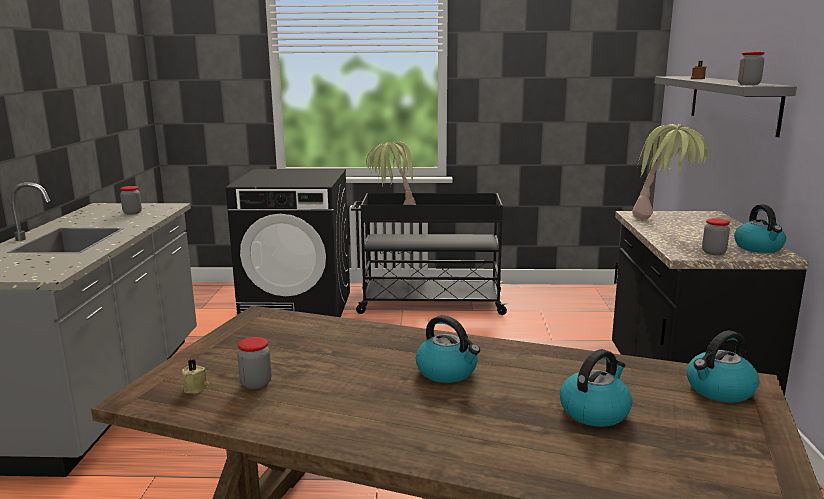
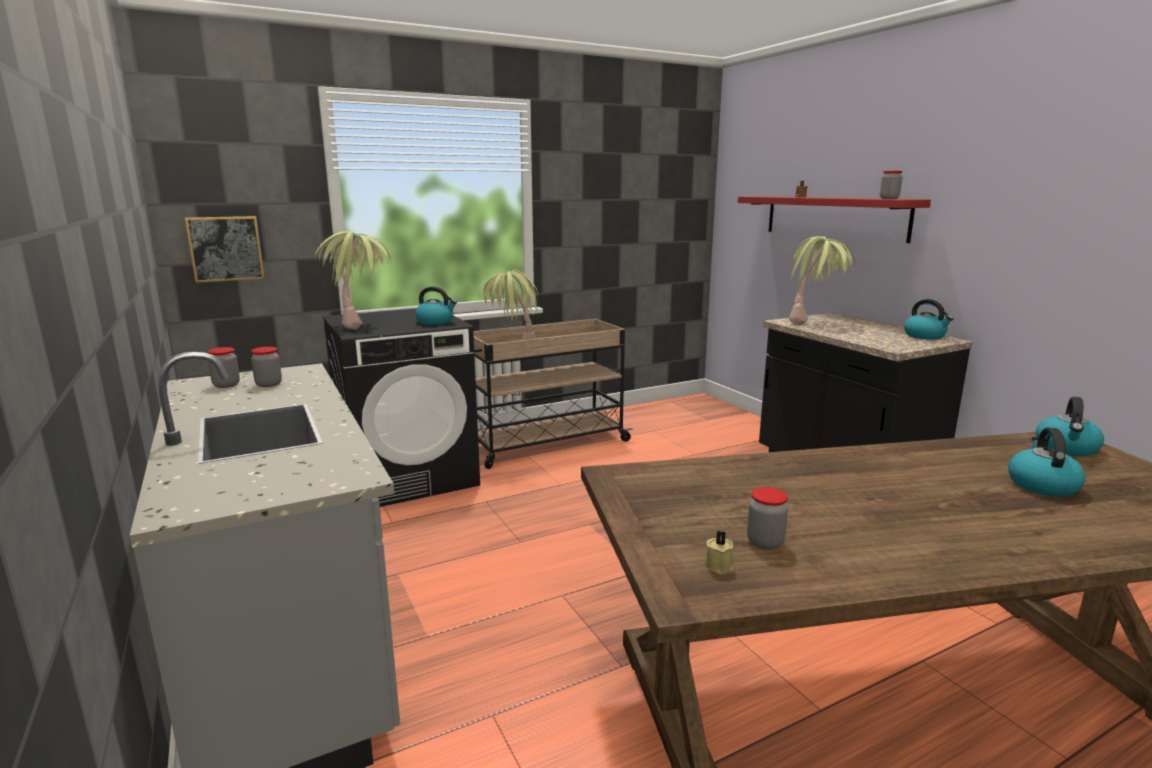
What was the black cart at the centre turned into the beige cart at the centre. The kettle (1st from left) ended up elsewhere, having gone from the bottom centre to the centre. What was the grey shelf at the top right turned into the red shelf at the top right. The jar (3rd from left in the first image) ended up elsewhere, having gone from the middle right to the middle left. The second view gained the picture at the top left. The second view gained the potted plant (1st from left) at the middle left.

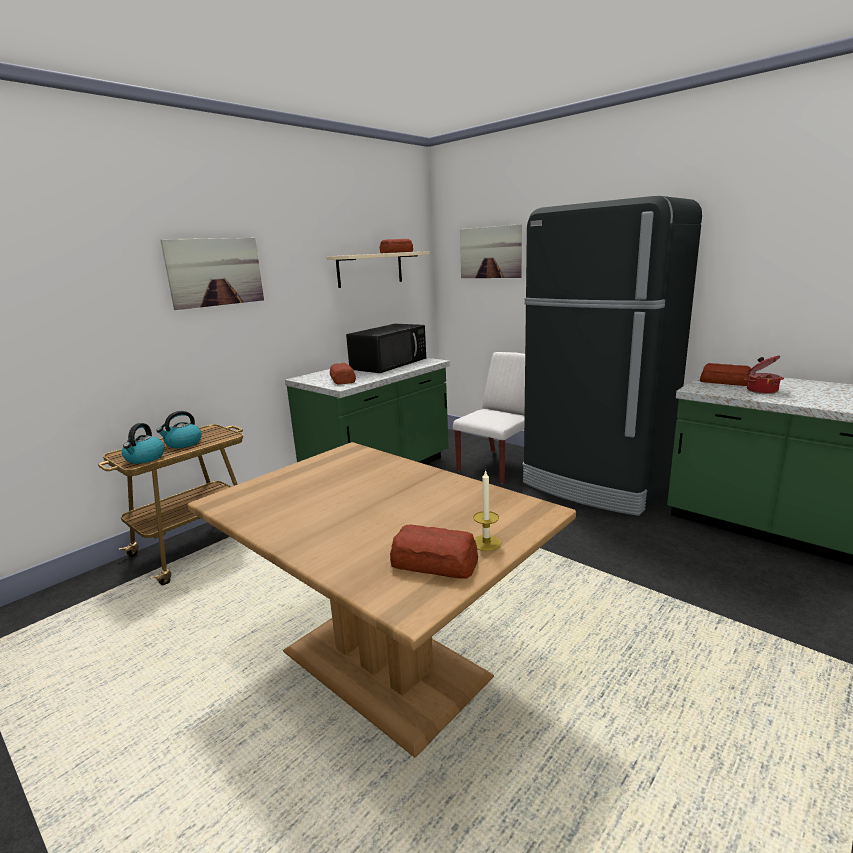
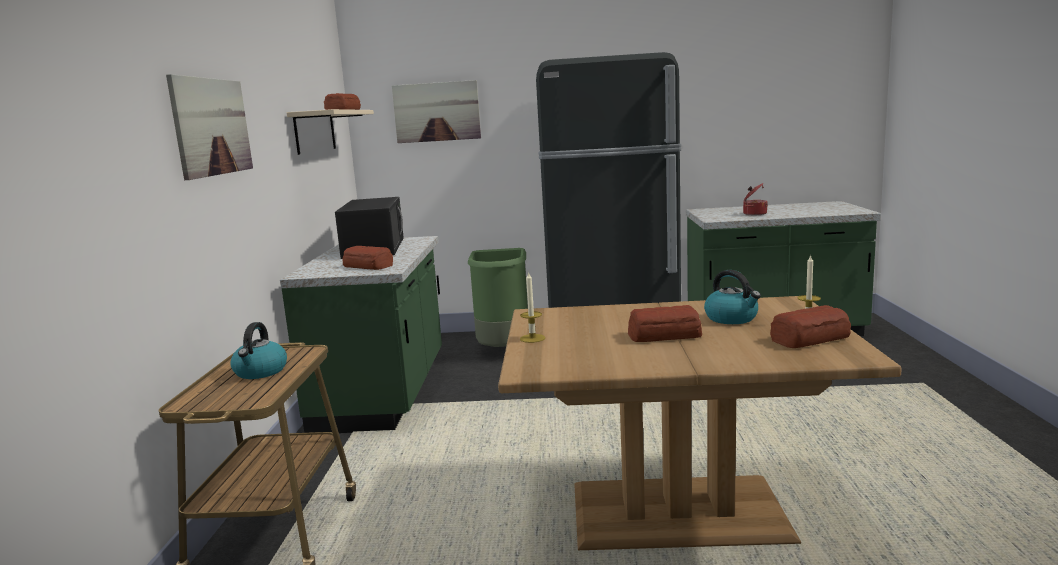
The kettle (1st from left in the first image) ended up elsewhere, having gone from the middle left to the middle right. Where the white chair stood at the centre, the green trash can came to stand at the centre. The bread (4th from left in the first image) ended up elsewhere, having gone from the middle right to the centre. The second view gained the candle (1st from left) at the centre.

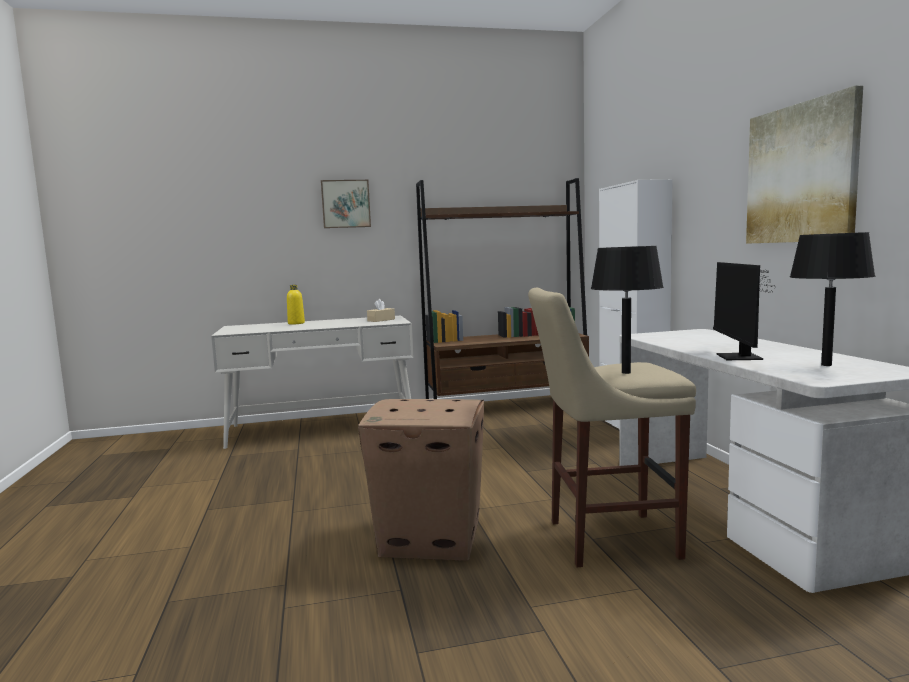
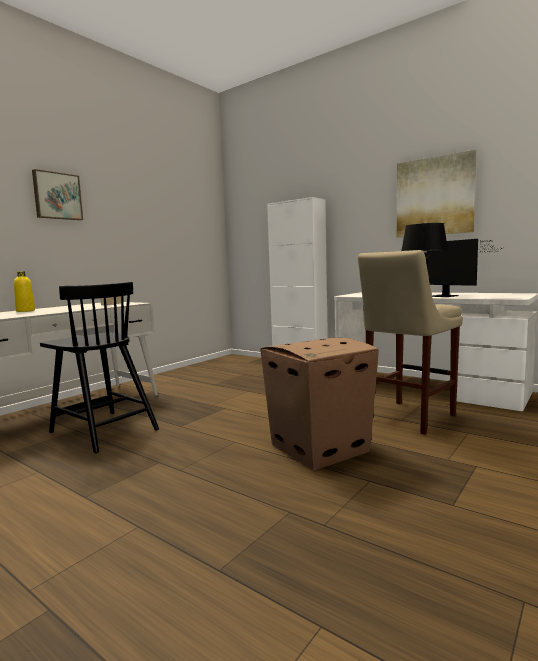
The second view lost the brown bookcase at the centre. The second view lost the black table lamp (2nd from left) at the middle right. The second view gained the black chair at the middle left.

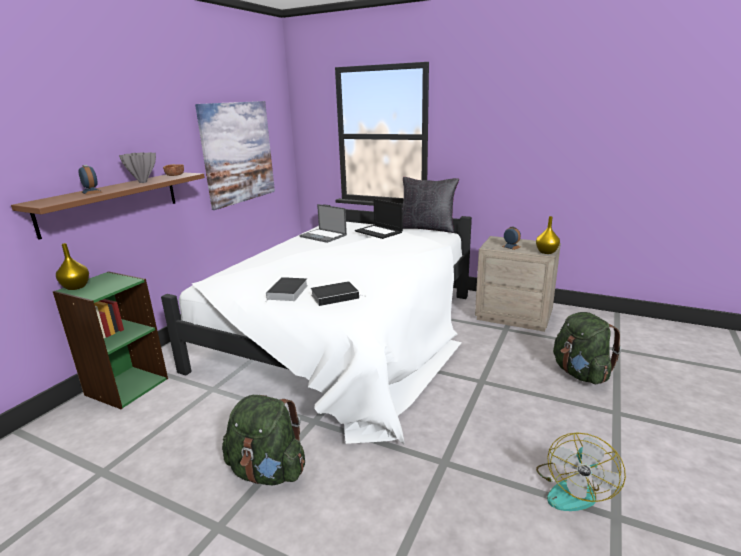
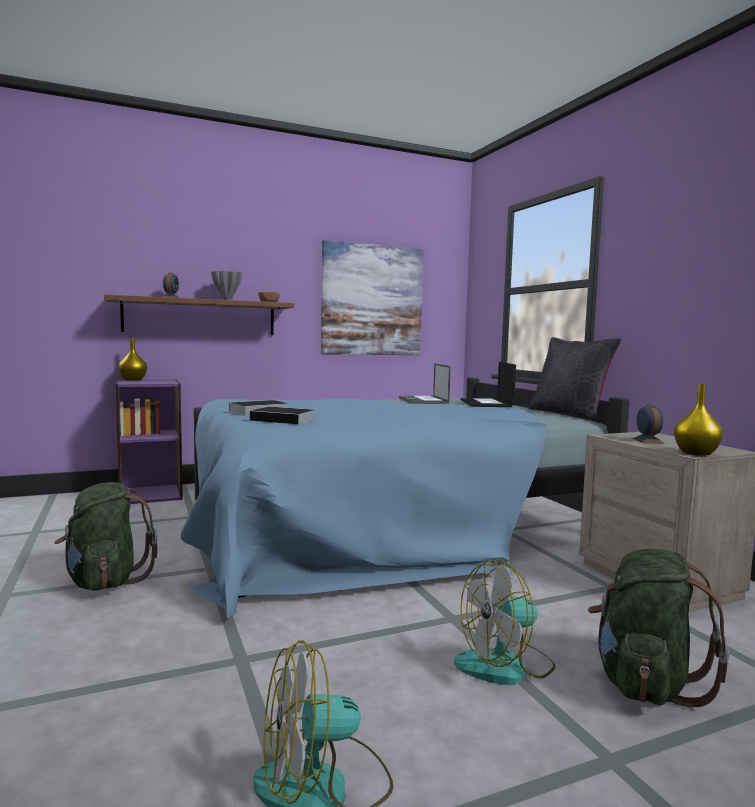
What was the green bookcase at the middle left turned into the purple bookcase at the middle left. What was the white bed at the centre turned into the blue bed at the centre. The second view gained the fan (2nd from left) at the bottom right.

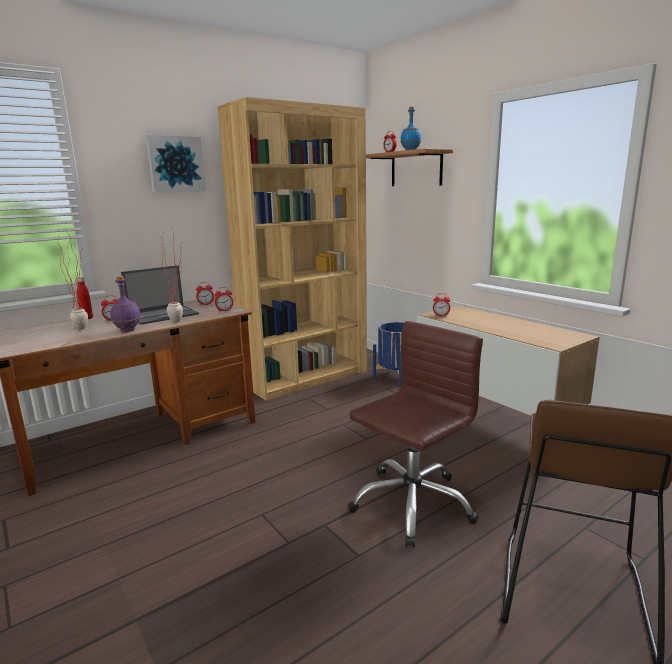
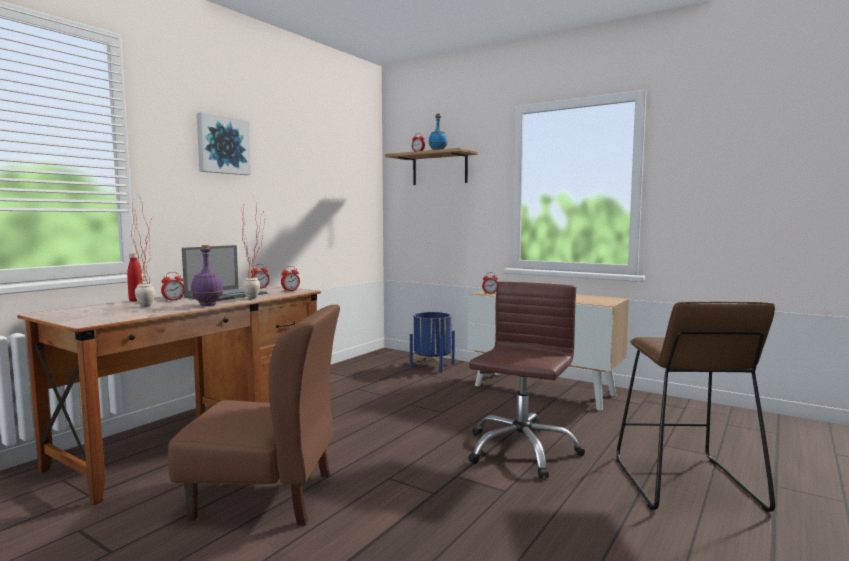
The second view lost the brown bookcase at the centre. The second view gained the brown chair at the bottom left.

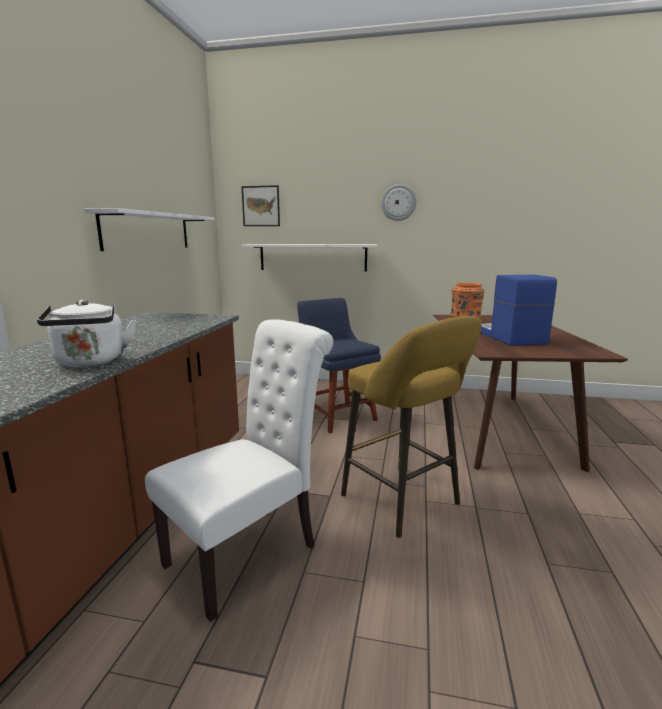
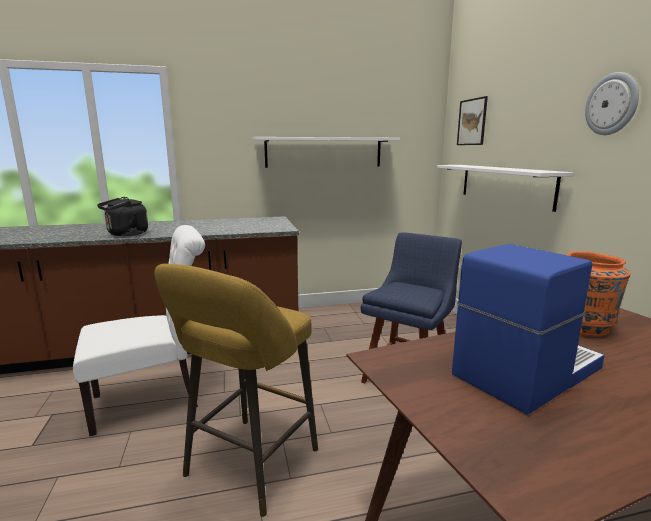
What was the white kettle at the middle left turned into the black kettle at the middle left. The white chair at the centre ended up facing another way, 45 degrees counterclockwise from before.

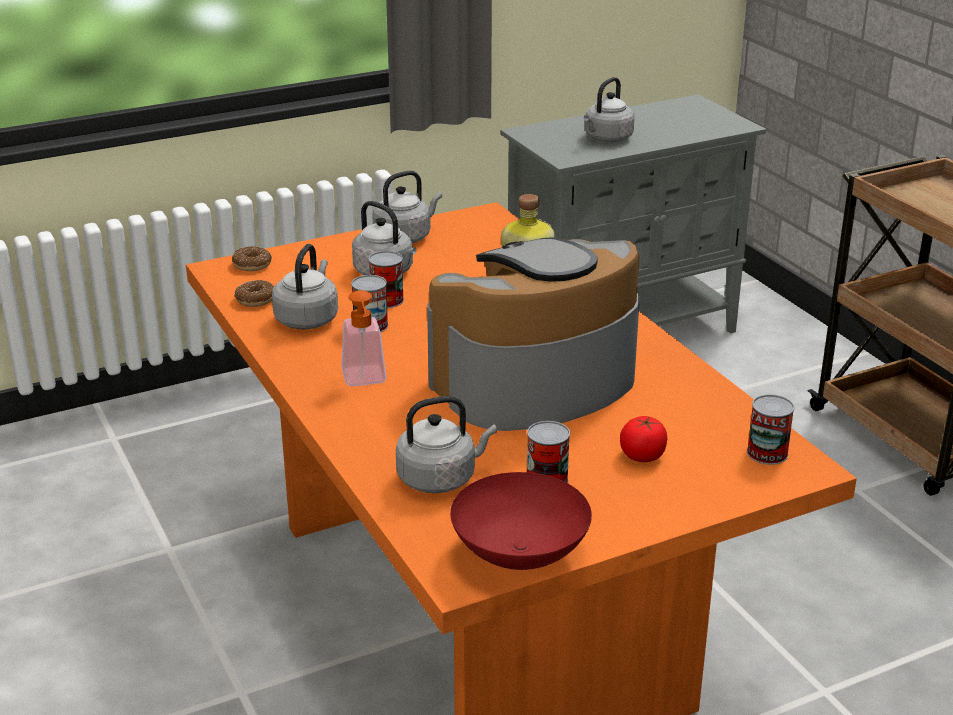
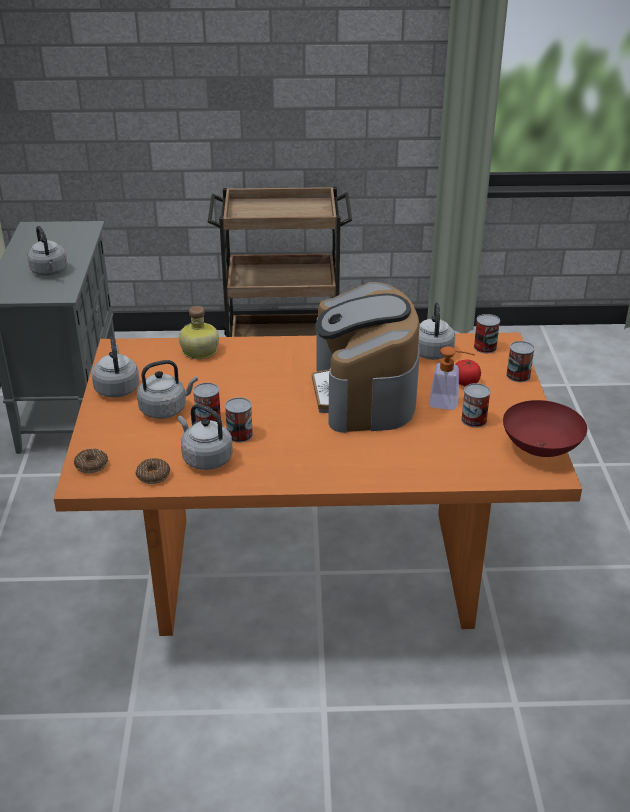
The soap dispenser ended up elsewhere, having gone from the centre to the middle right. The grey kettle (4th from left in the first image) ended up elsewhere, having gone from the centre to the middle right. The second view gained the can (5th from left) at the middle right.

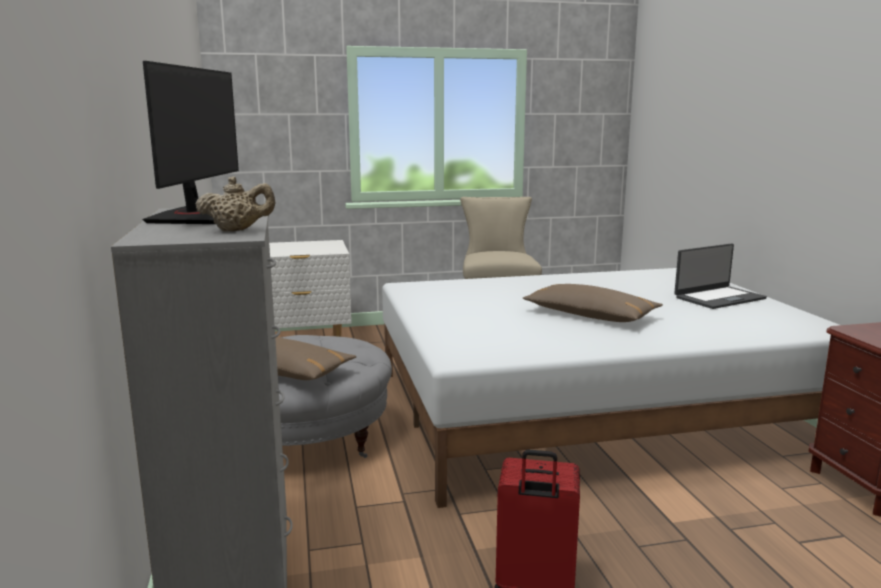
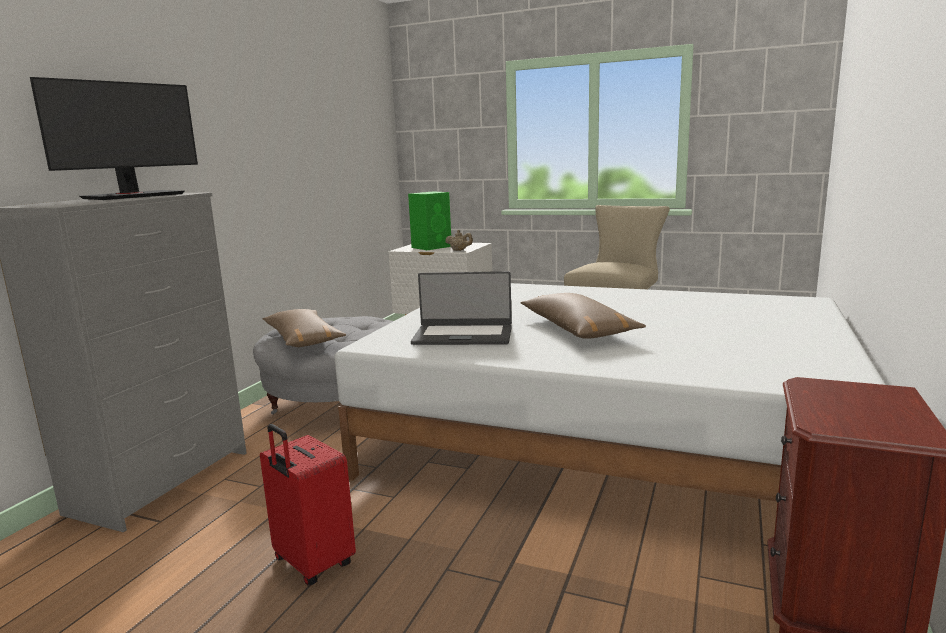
The beige teapot ended up elsewhere, having gone from the middle left to the centre. The laptop ended up elsewhere, having gone from the middle right to the centre. The second view gained the green speaker at the centre.

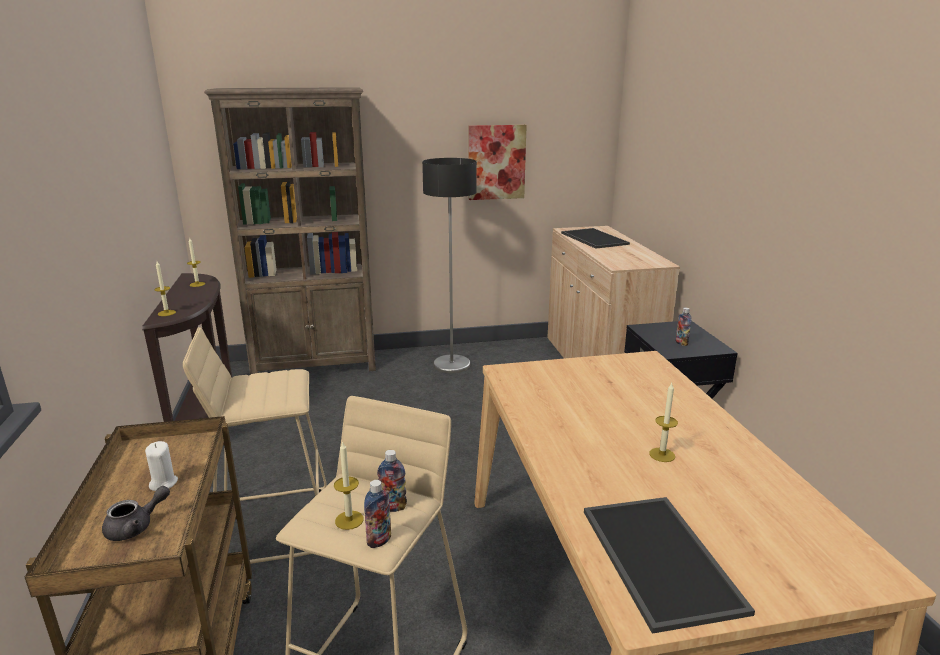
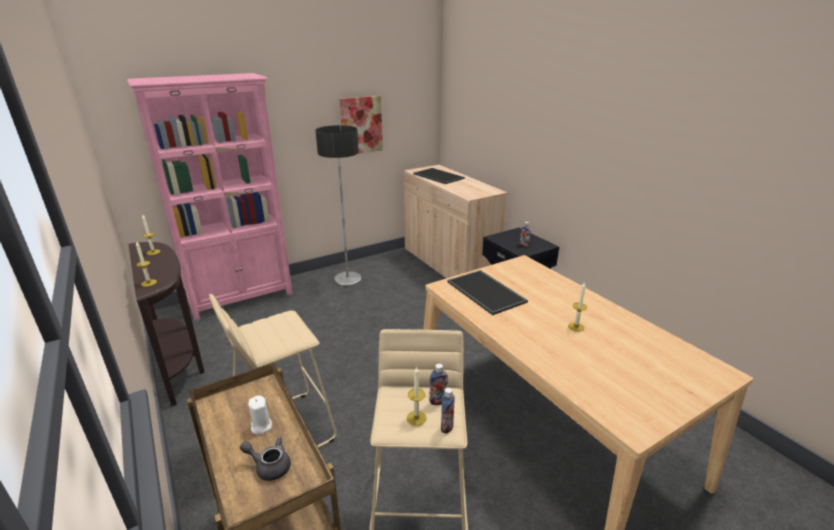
The grey teapot at the bottom left ended up facing another way, 105 degrees counterclockwise from before. What was the brown bookcase at the middle left turned into the pink bookcase at the middle left. The tray (2nd from left) ended up elsewhere, having gone from the bottom right to the centre.

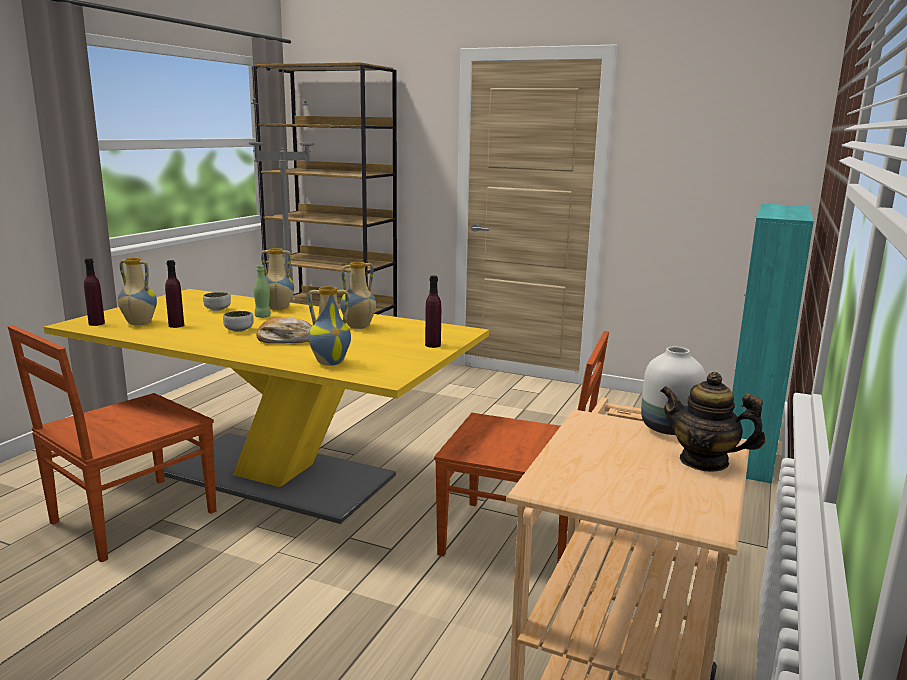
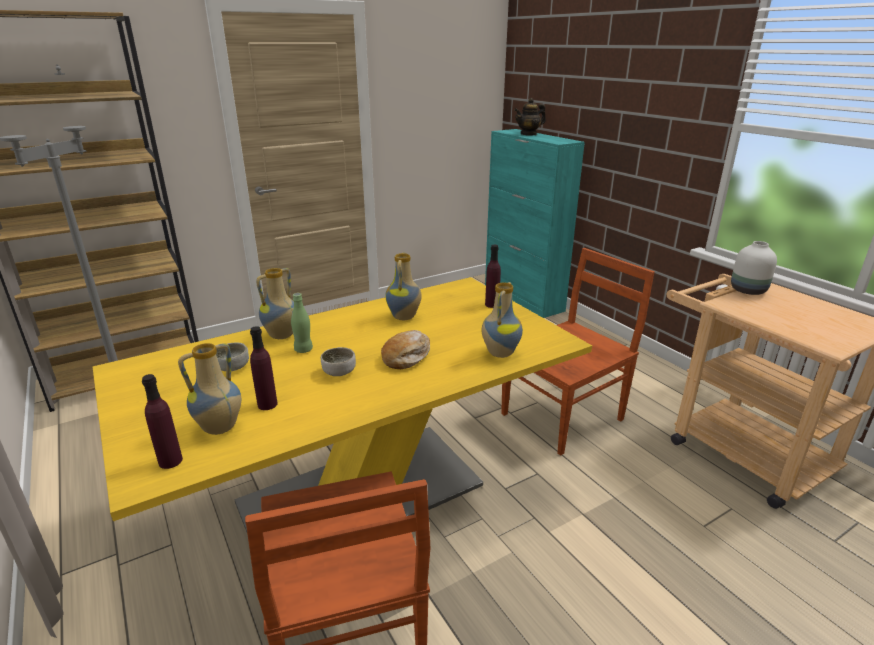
The teapot ended up elsewhere, having gone from the middle right to the top centre.

